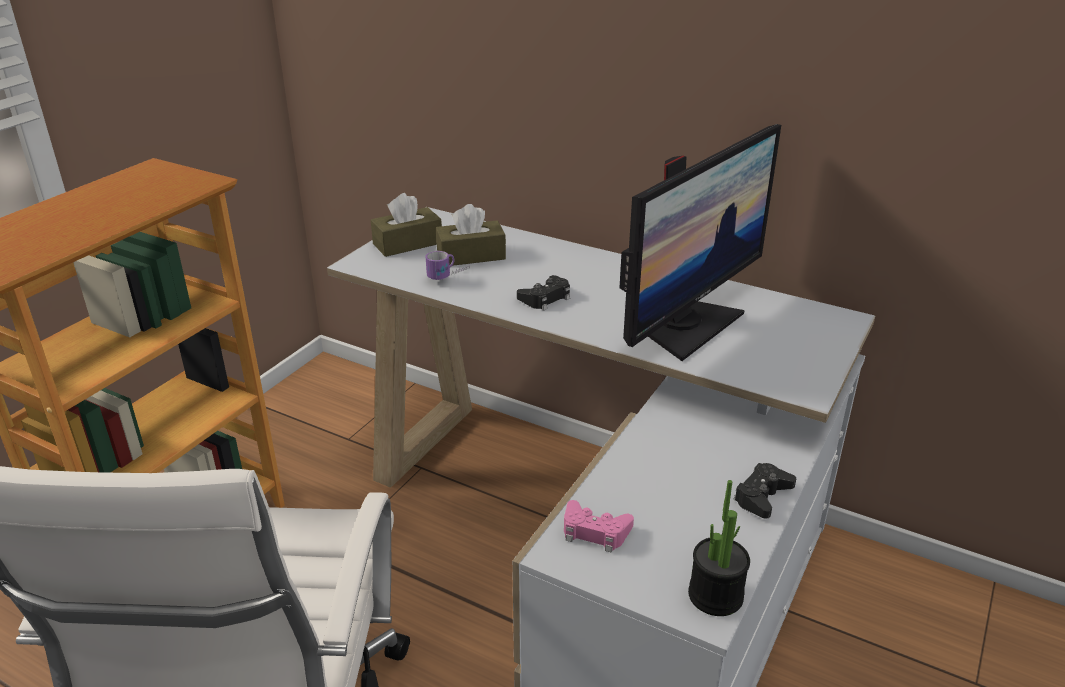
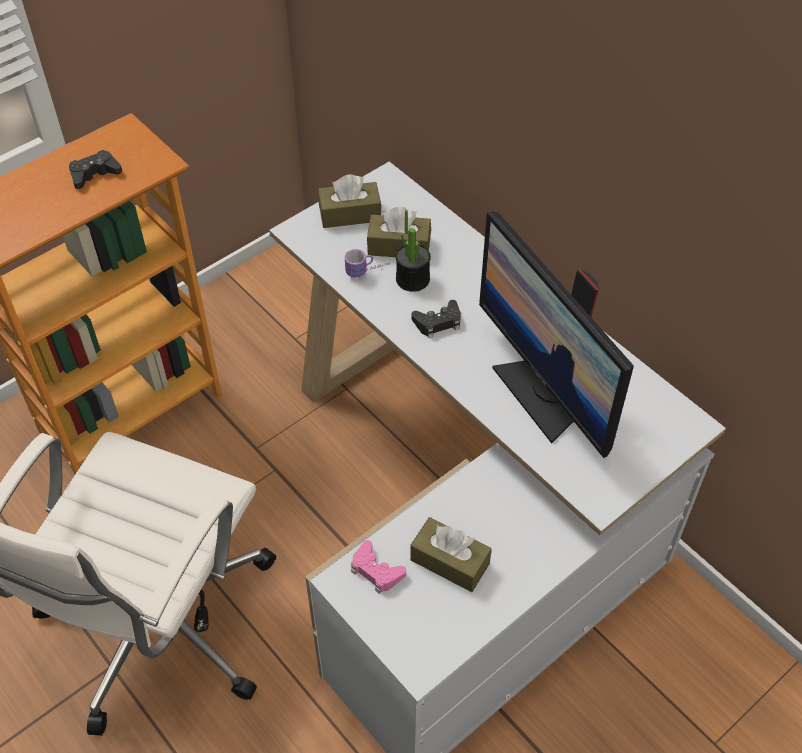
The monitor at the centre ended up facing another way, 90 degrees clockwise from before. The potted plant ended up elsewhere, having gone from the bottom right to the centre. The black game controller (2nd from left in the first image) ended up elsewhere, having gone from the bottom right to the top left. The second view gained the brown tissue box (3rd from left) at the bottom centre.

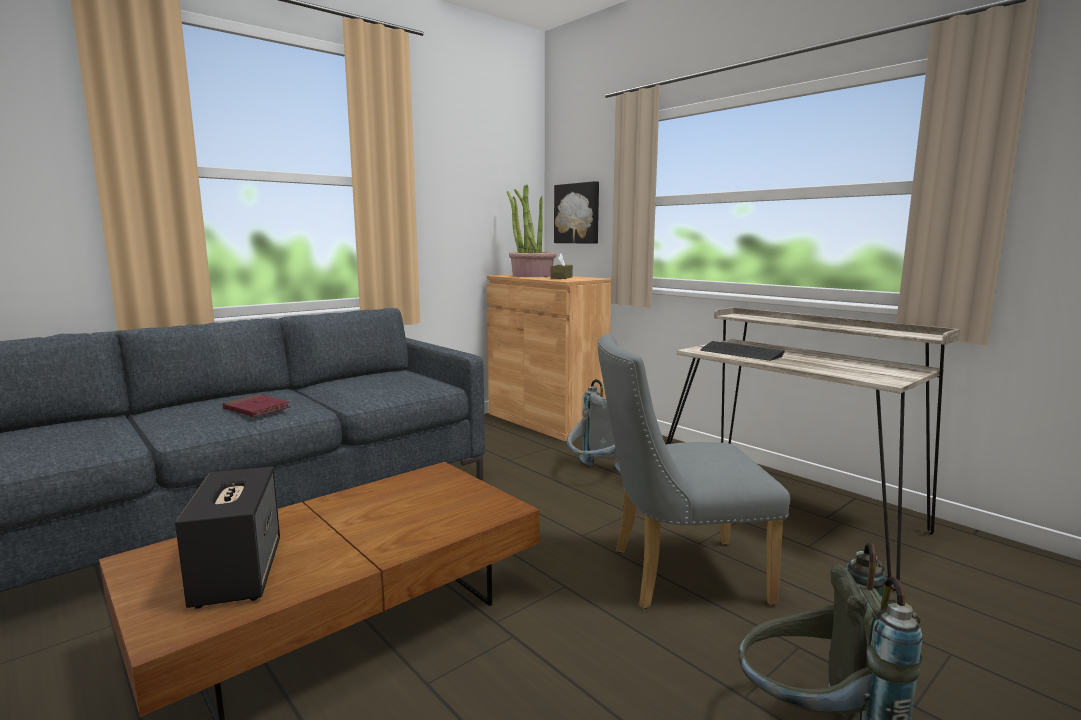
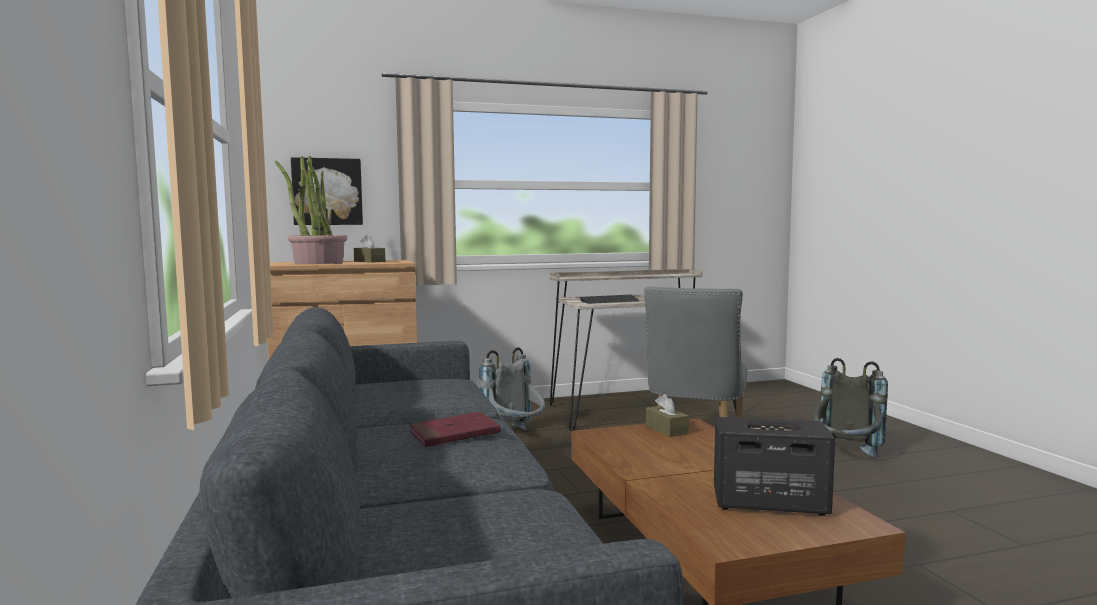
The second view gained the brown tissue box (2nd from left) at the bottom centre.

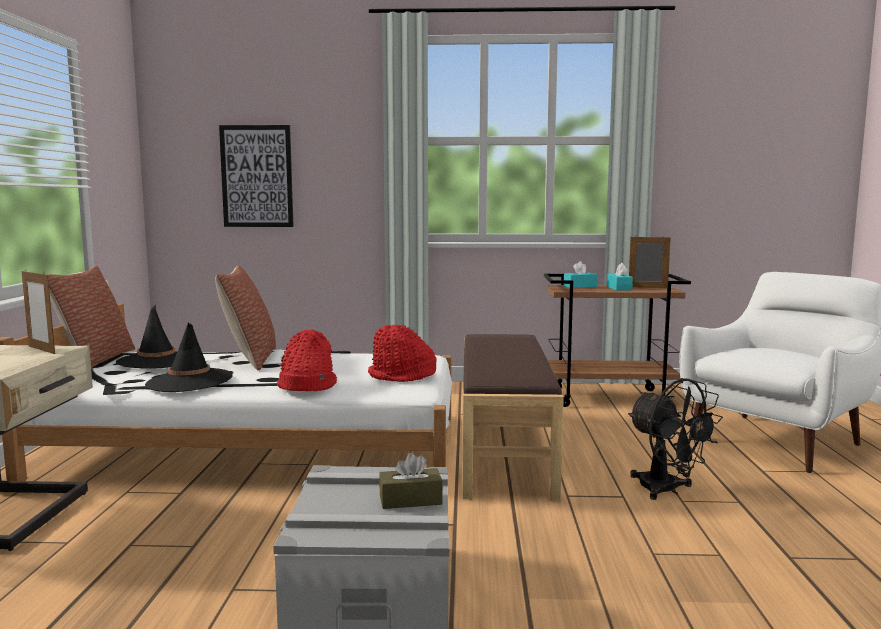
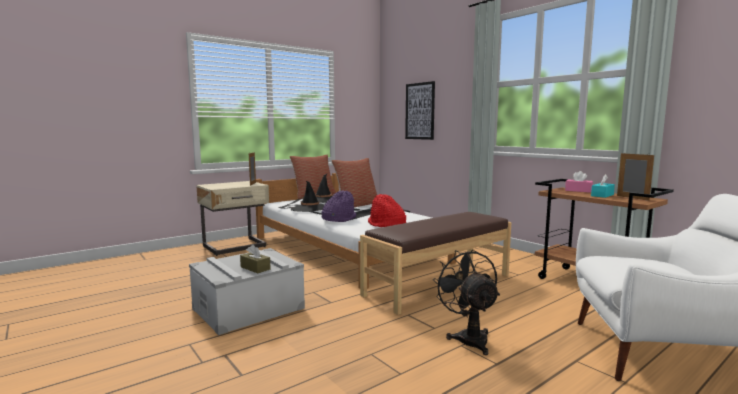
What was the red hat (1st from left) at the centre turned into the purple hat at the centre. What was the turquoise tissue box (1st from left) at the centre turned into the pink tissue box at the middle right. The black fan at the bottom right ended up facing another way, 150 degrees clockwise from before.

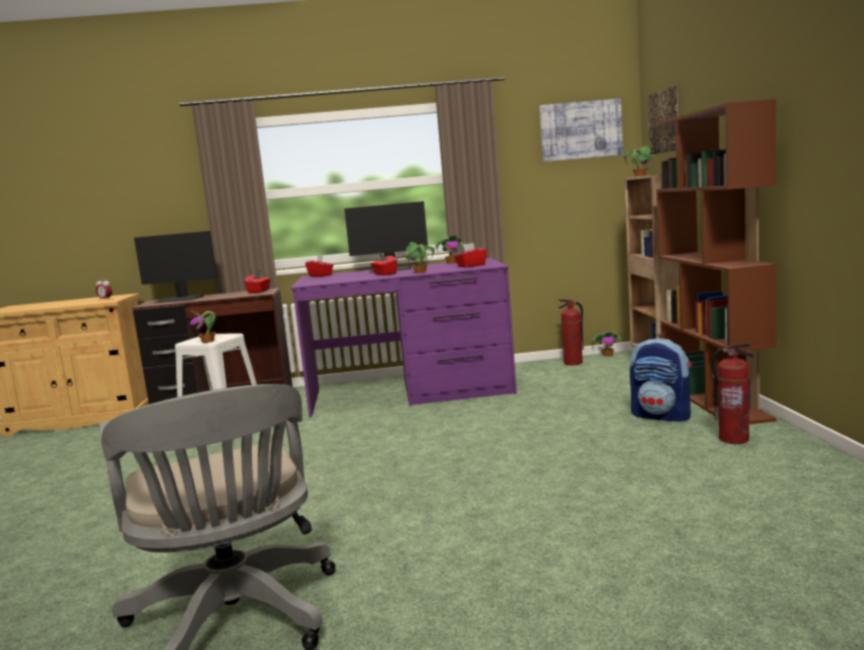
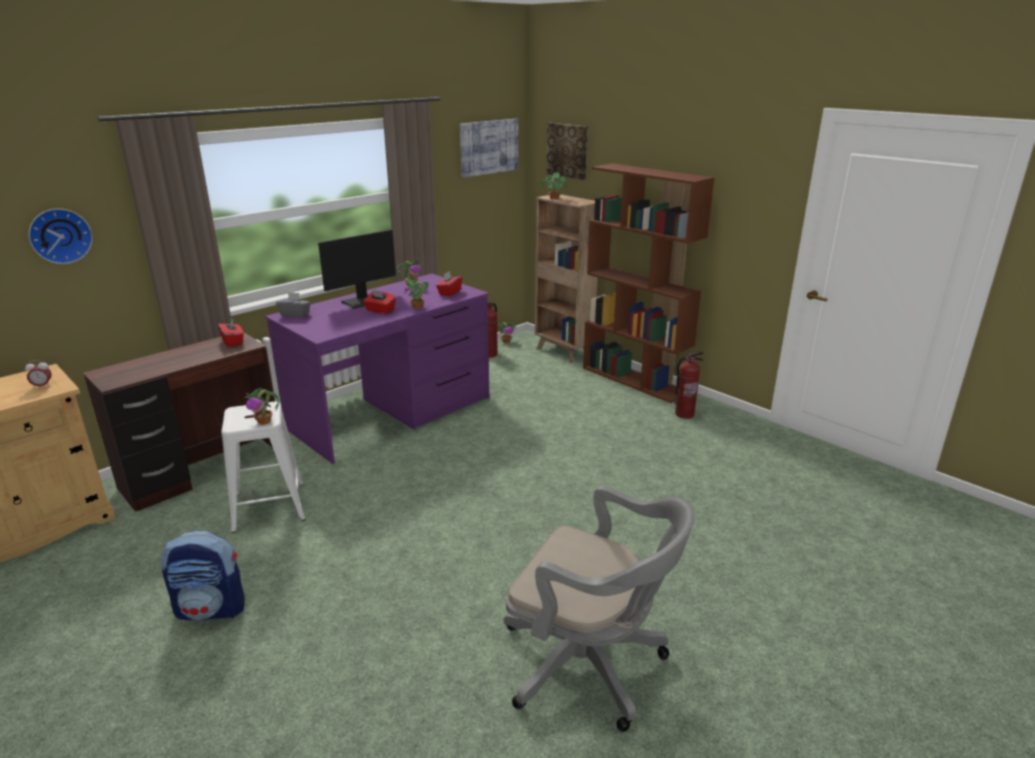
The second view lost the monitor (1st from left) at the middle left. What was the red tissue box (2nd from left) at the centre turned into the grey tissue box at the middle left. The backpack ended up elsewhere, having gone from the middle right to the bottom left. The second view gained the wall clock at the top left.

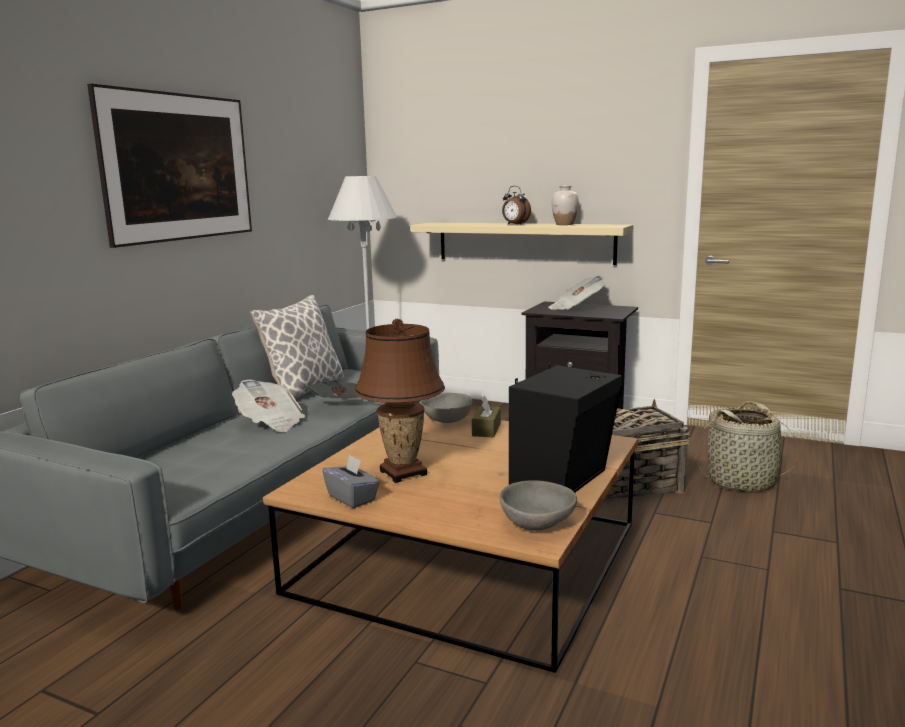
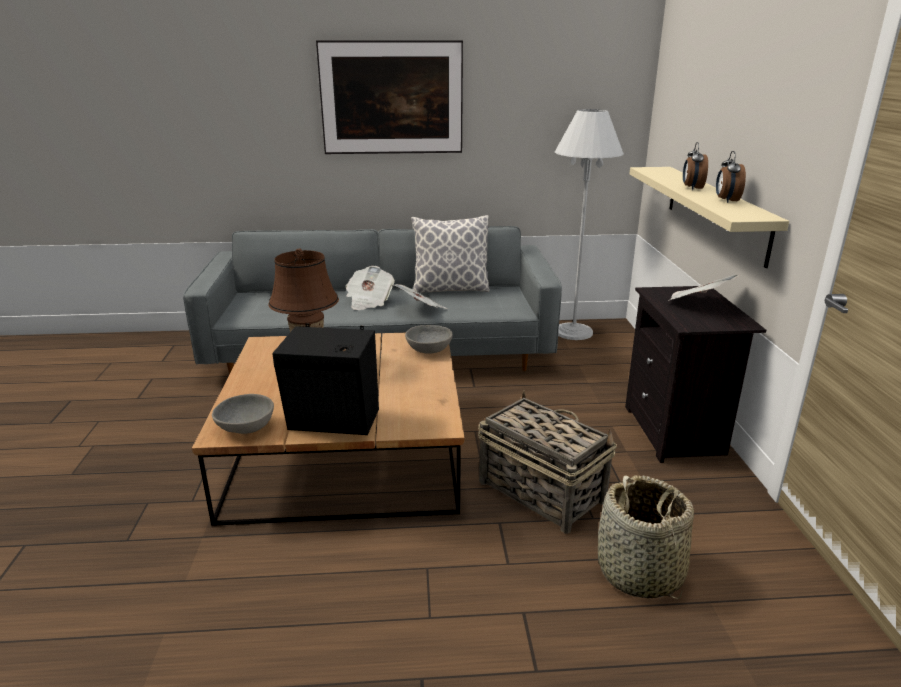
The second view lost the grey tissue box at the centre. The second view lost the brown tissue box at the centre. Where the white vase stood at the top centre, the alarm clock (2nd from left) came to stand at the top right.

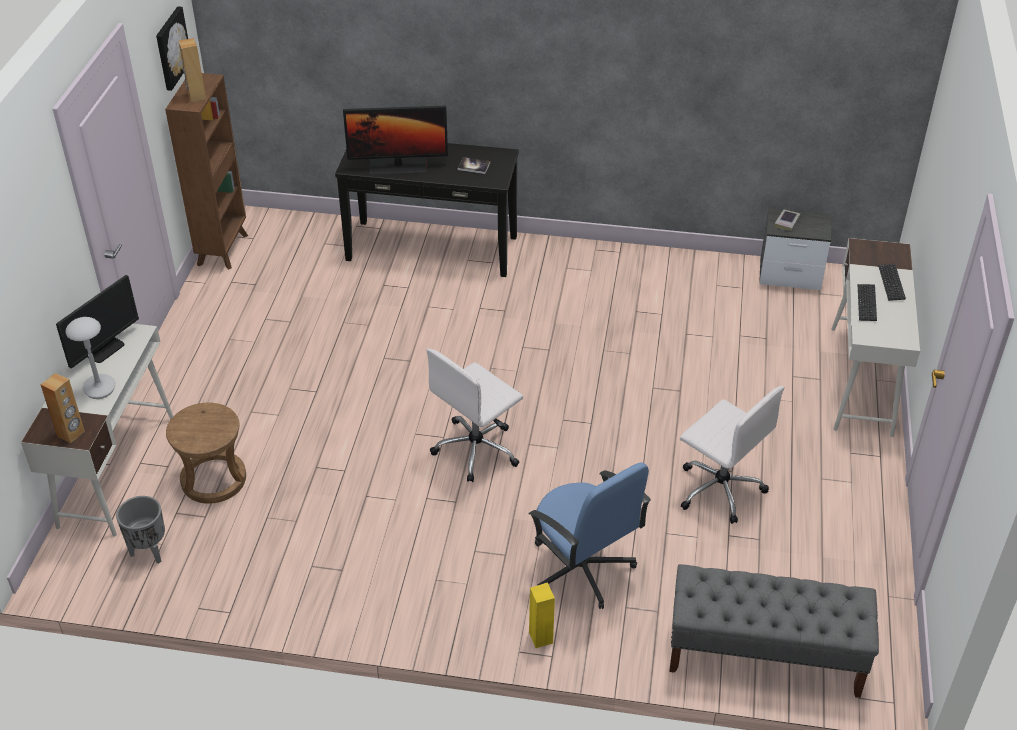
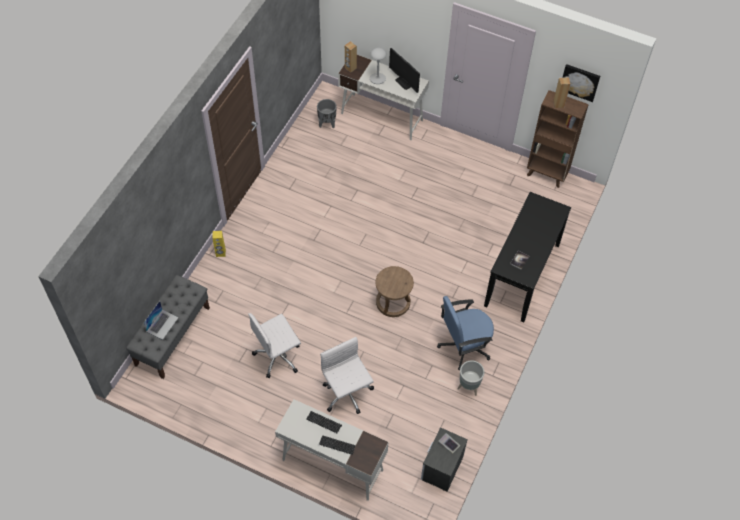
The brown stool ended up elsewhere, having gone from the middle left to the centre. The second view lost the monitor (2nd from left) at the top centre. The white office chair (1st from left in the first image) ended up elsewhere, having gone from the centre to the bottom centre. The blue office chair ended up elsewhere, having gone from the bottom centre to the centre. The second view gained the laptop at the middle left. The second view gained the grey planter (2nd from left) at the bottom centre.

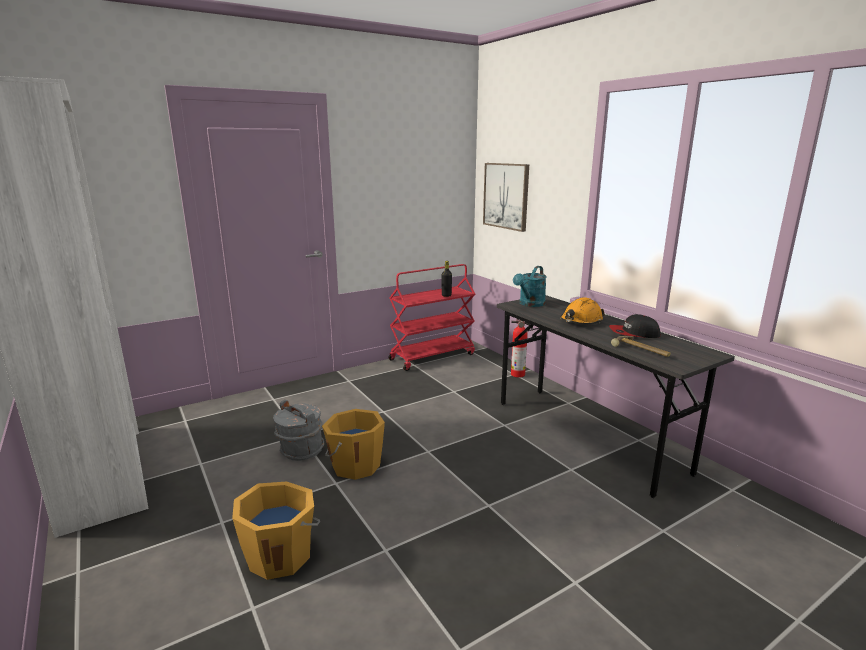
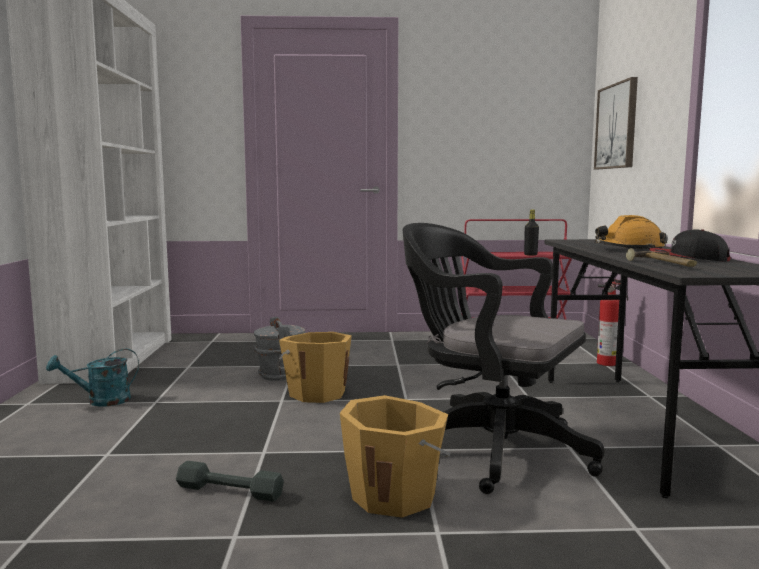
The orange bucket (1st from left in the first image) ended up elsewhere, having gone from the bottom left to the bottom centre. The turquoise watering can ended up elsewhere, having gone from the centre to the middle left. The second view gained the grey dumbbell at the bottom left. The second view gained the black office chair at the centre.

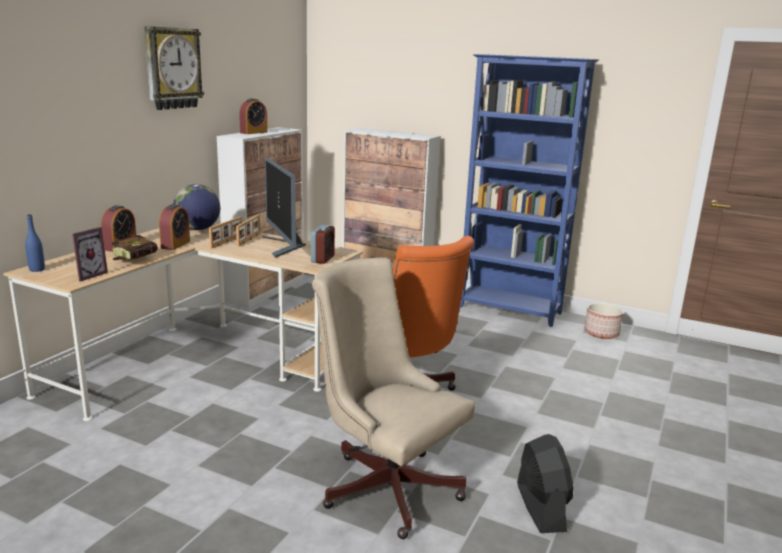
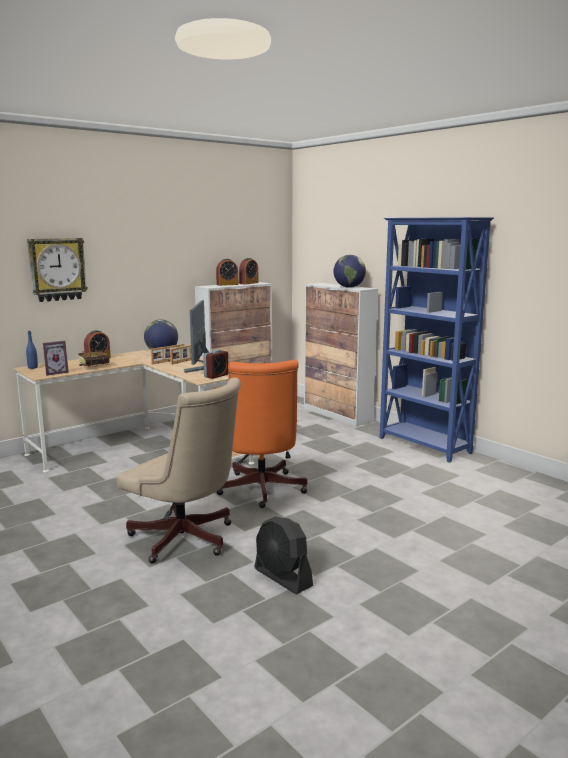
The wall clock ended up elsewhere, having gone from the top left to the middle left. The alarm clock (2nd from left in the first image) ended up elsewhere, having gone from the middle left to the centre. The beige office chair at the bottom centre ended up facing another way, 150 degrees clockwise from before. The black fan at the bottom right ended up facing another way, 120 degrees clockwise from before. The second view lost the planter at the middle right. The second view gained the globe (2nd from left) at the centre.

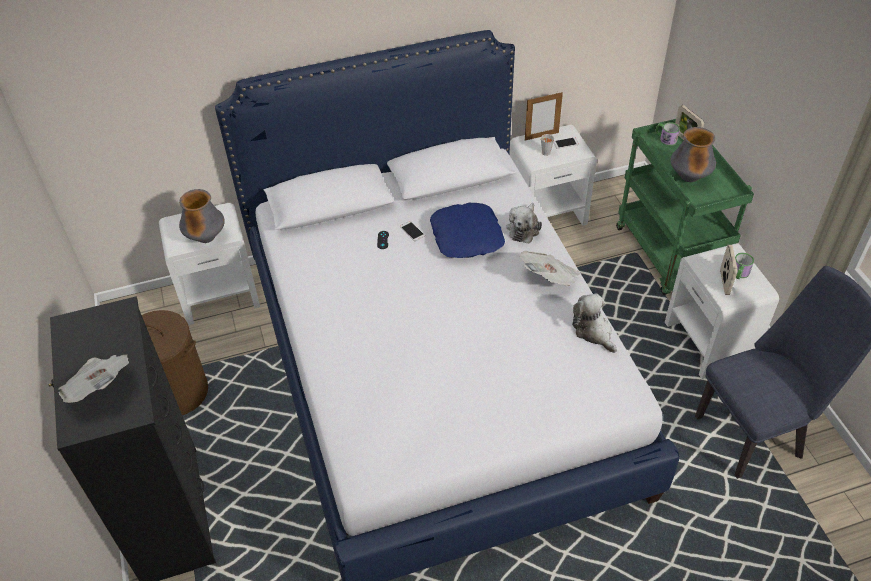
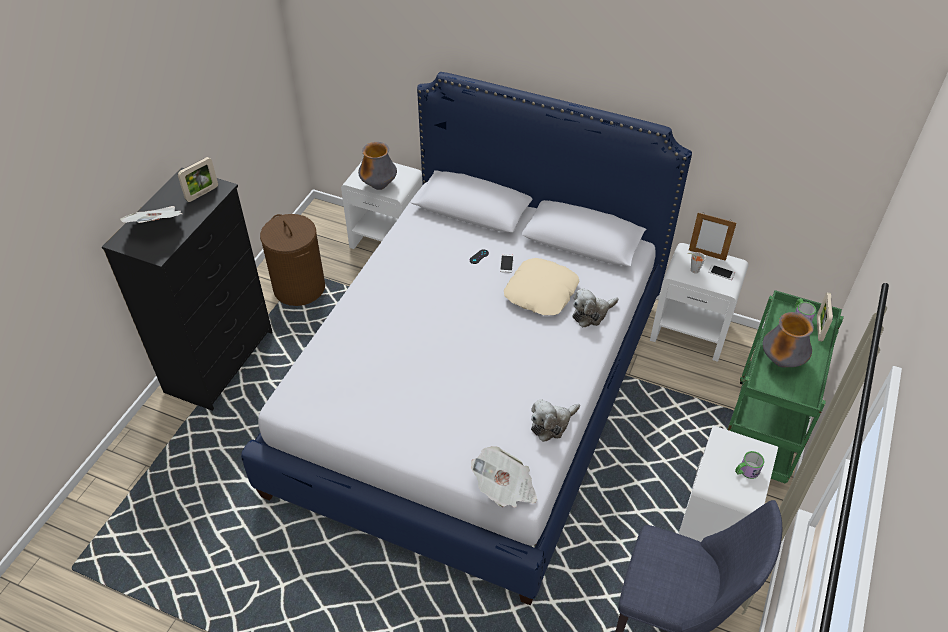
What was the blue pillow at the centre turned into the beige pillow at the centre. The newspaper (2nd from left) ended up elsewhere, having gone from the centre to the bottom centre. The plush toy (2nd from left in the first image) at the middle right ended up facing another way, 135 degrees counterclockwise from before. The picture frame (3rd from left in the first image) ended up elsewhere, having gone from the middle right to the top left.

